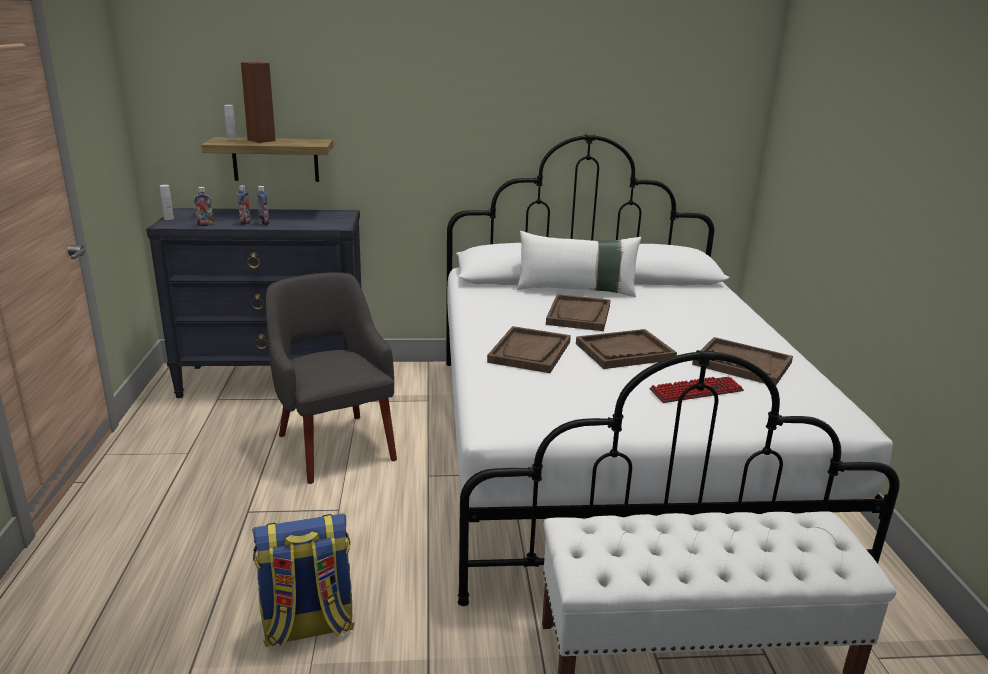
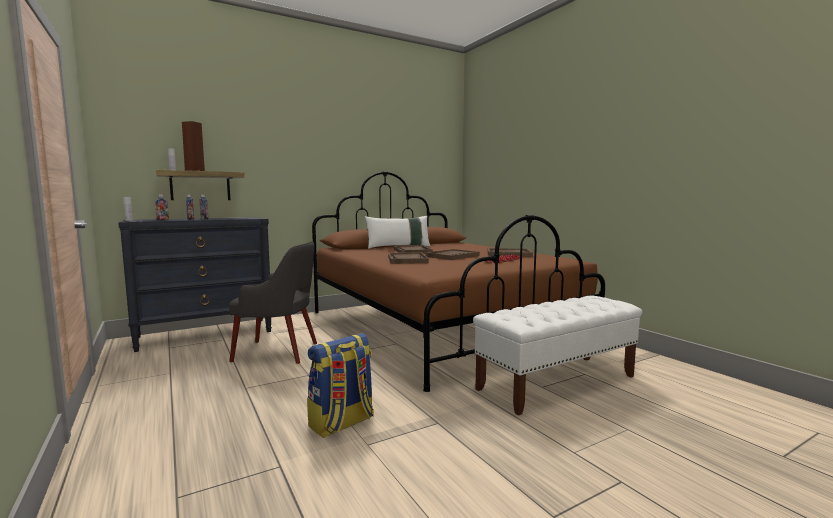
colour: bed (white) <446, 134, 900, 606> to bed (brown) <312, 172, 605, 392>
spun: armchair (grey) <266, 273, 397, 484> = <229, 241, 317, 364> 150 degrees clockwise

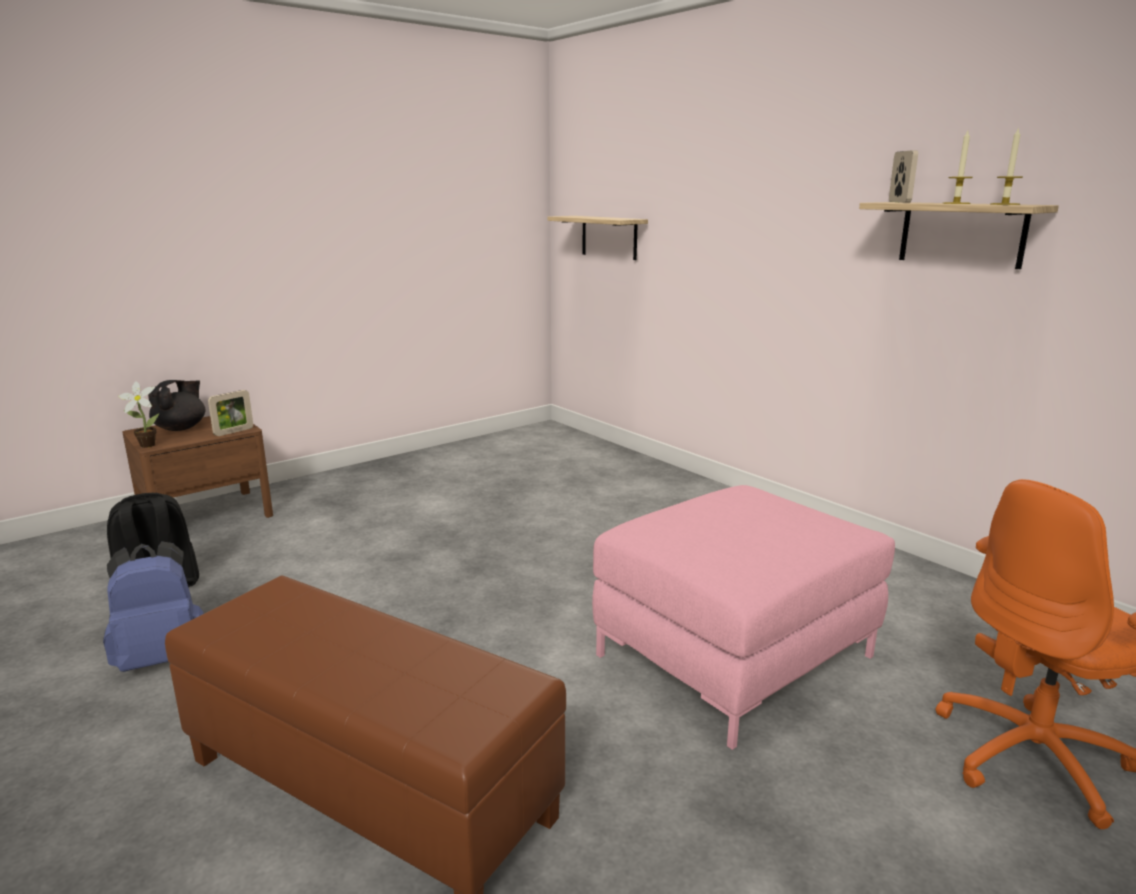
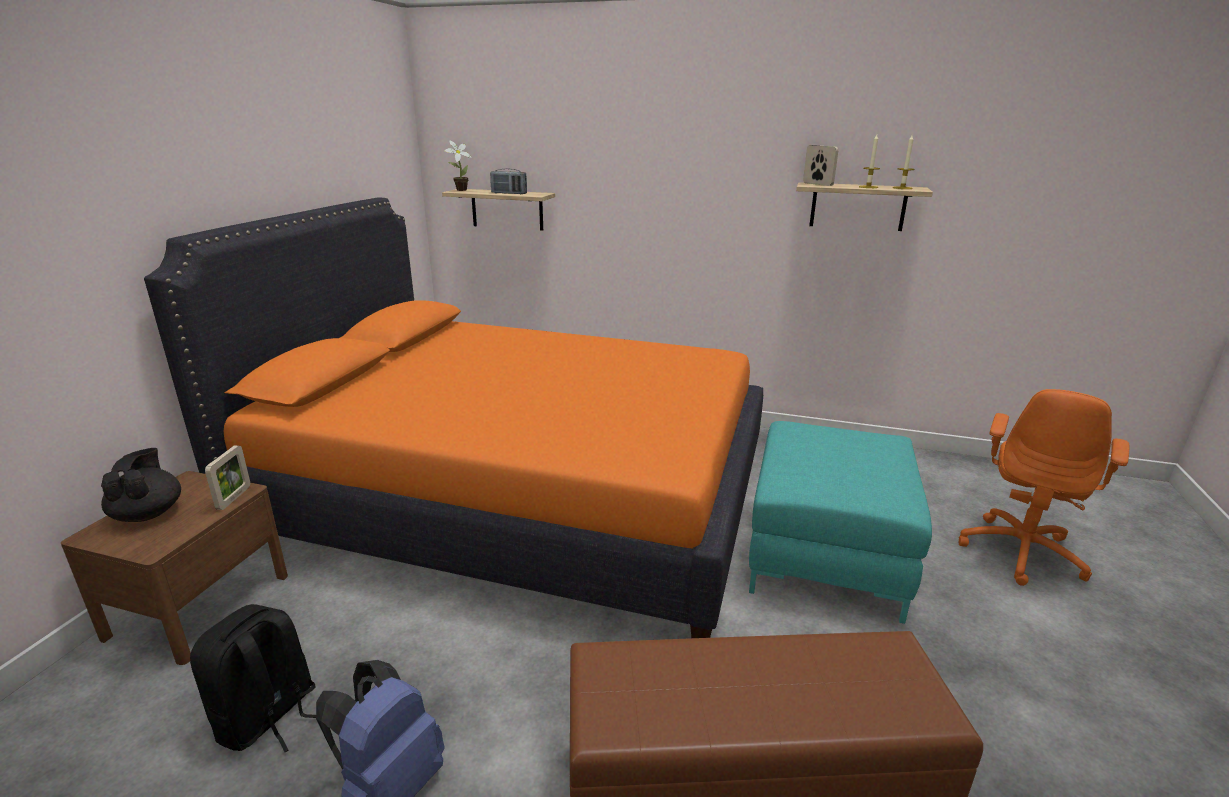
appeared: bed (orange) <144, 197, 763, 638>; radio <490, 169, 527, 194>
relocated: potted plant <118, 381, 160, 448> to <444, 141, 472, 191>
colour: ottoman (pink) <592, 485, 895, 750> to ottoman (turquoise) <749, 421, 932, 624>

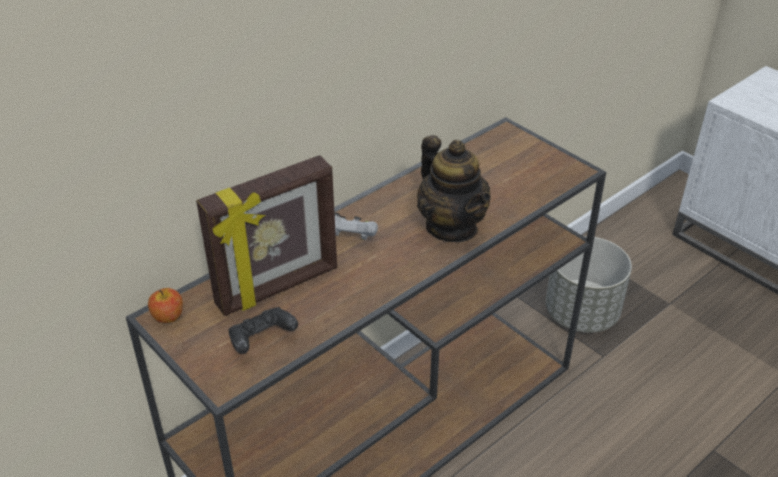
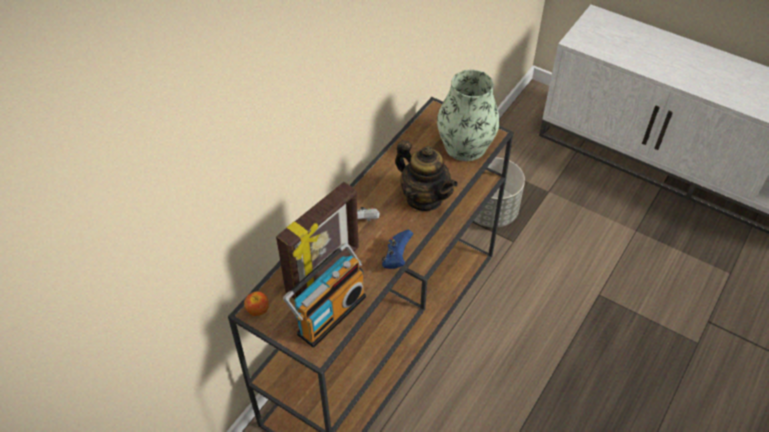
appeared: game controller (blue) <381, 230, 413, 269>; vase <437, 70, 500, 161>
exchanged: game controller (black) <228, 307, 298, 354> to radio <283, 243, 366, 348>

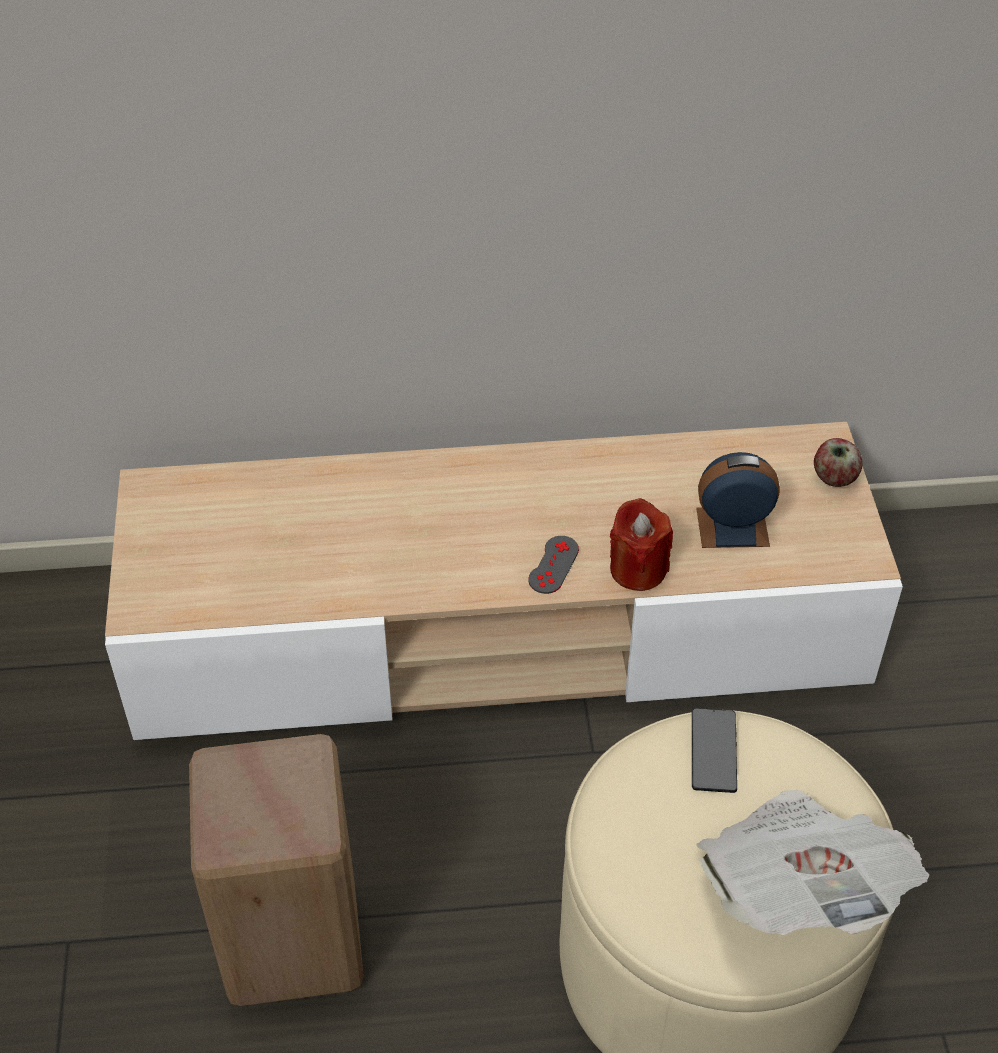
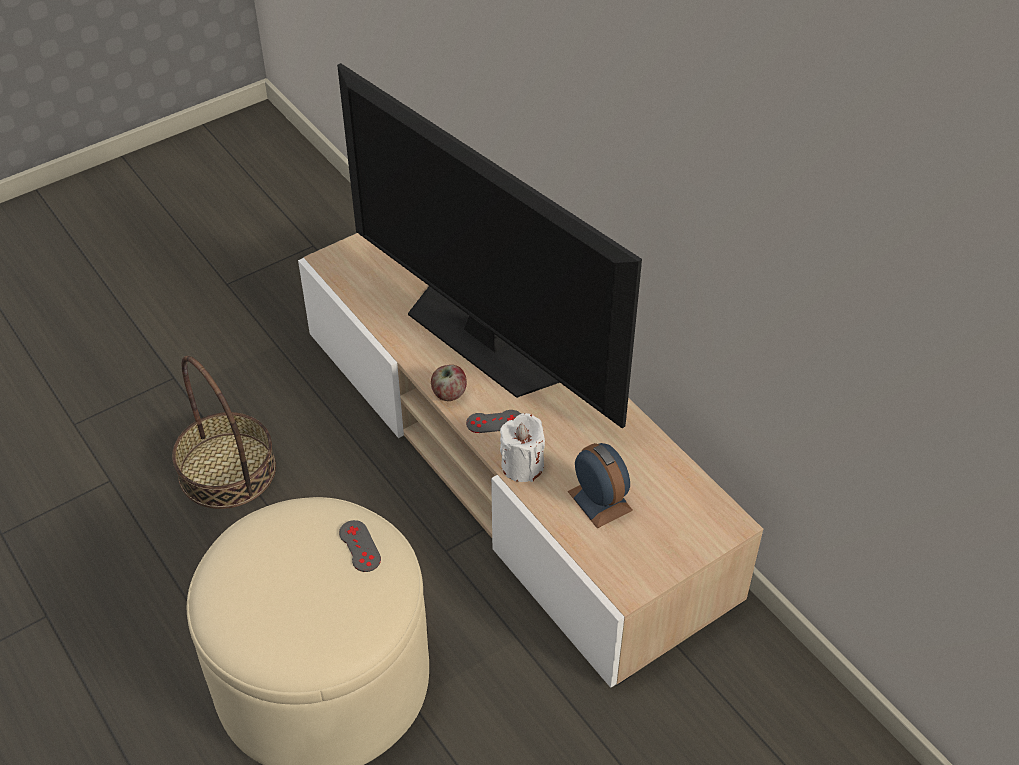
missing: newspaper <696, 790, 929, 935>
appeared: television <337, 63, 642, 429>
relocated: apple <814, 438, 862, 487> to <431, 365, 467, 401>
exchanged: stool (beige) <189, 734, 364, 1006> to basket <172, 356, 276, 509>; phone <692, 708, 737, 793> to game controller (grey) <339, 520, 381, 572>
colour: candle (red) <610, 498, 673, 591> to candle (white) <500, 413, 545, 482>

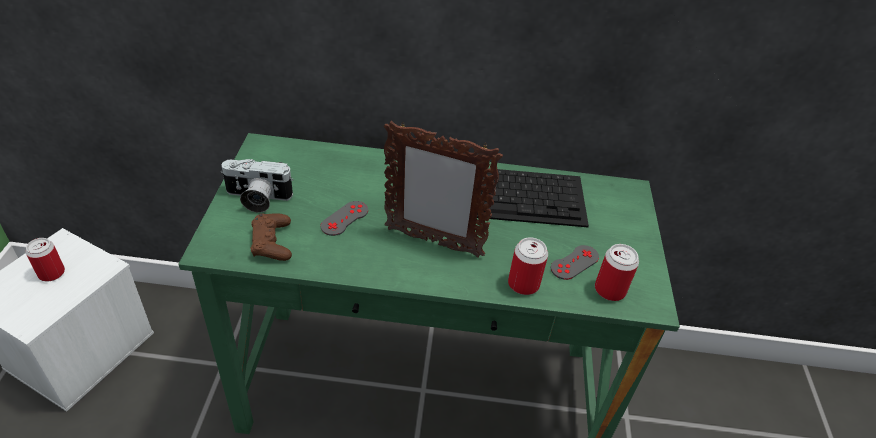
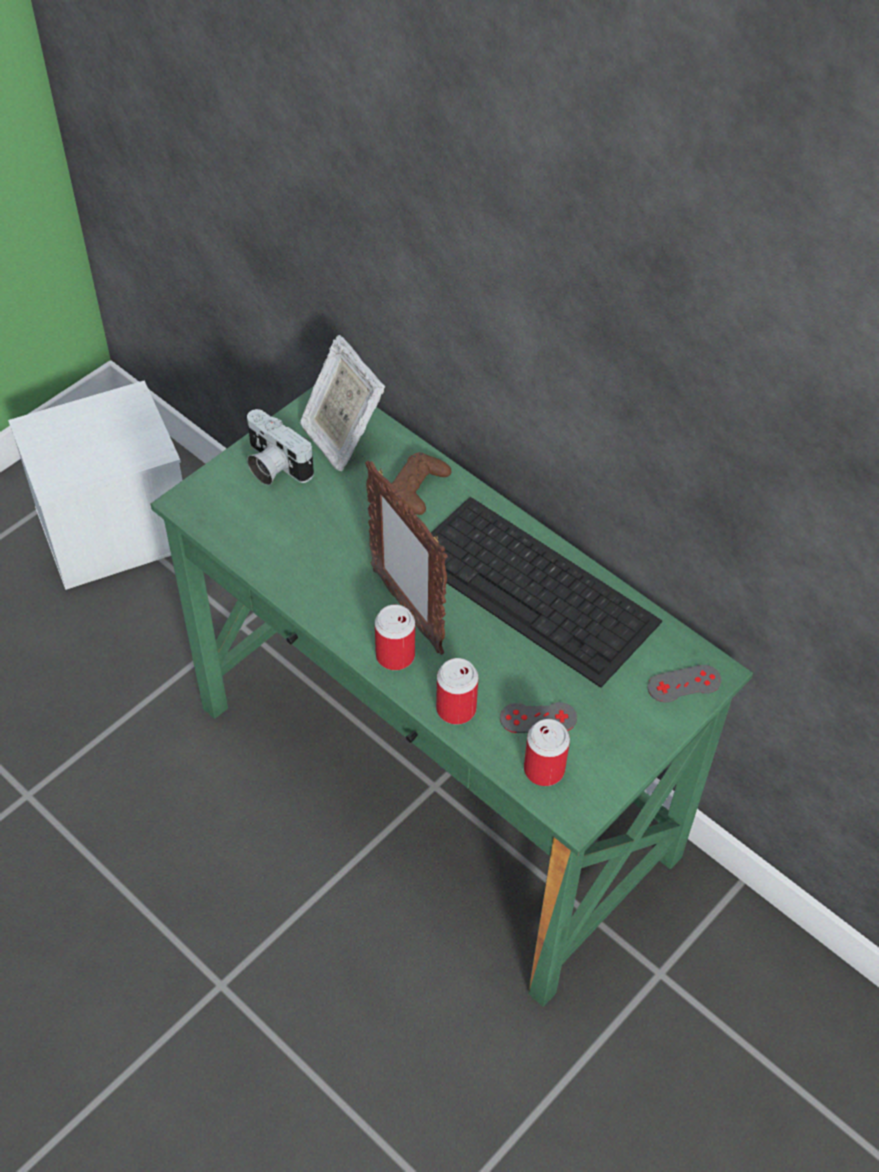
appeared: picture frame <299, 335, 385, 471>
relocated: can <25, 238, 65, 282> to <375, 604, 415, 670>; game controller (brown) <251, 213, 292, 261> to <391, 452, 452, 515>; game controller (grey) <320, 201, 368, 236> to <648, 665, 721, 703>

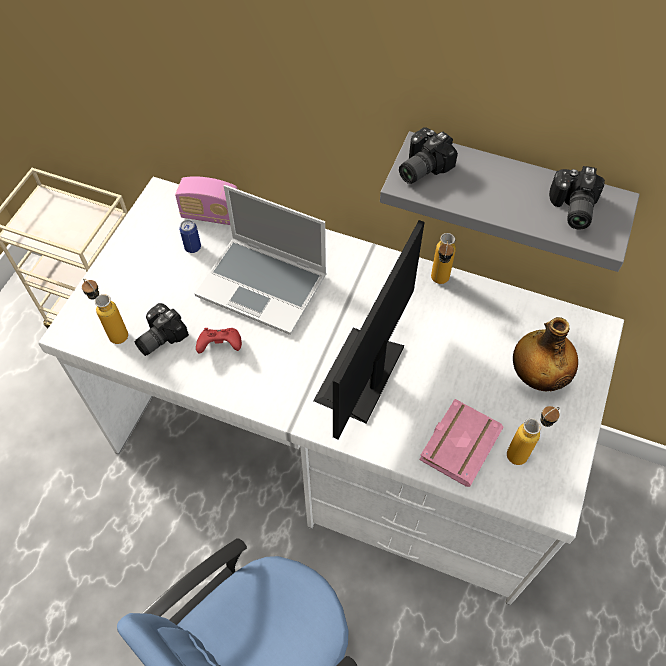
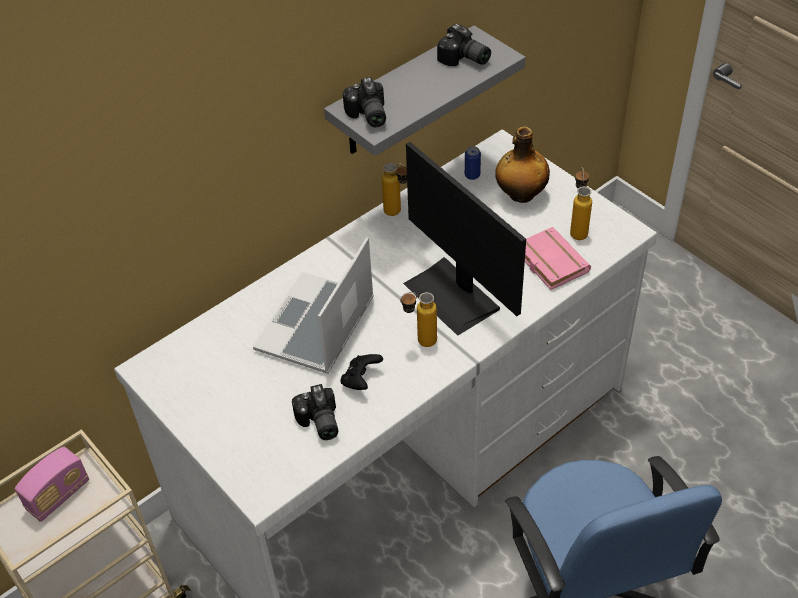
relocated: bottle <82, 278, 128, 344> to <400, 292, 437, 347>; radio <175, 176, 237, 225> to <15, 447, 89, 522>; can <179, 220, 201, 253> to <465, 146, 481, 180>
colour: game controller (red) <196, 328, 242, 354> to game controller (black) <340, 354, 383, 390>
spun: laptop <195, 185, 327, 335> = <253, 237, 374, 374> 150 degrees clockwise

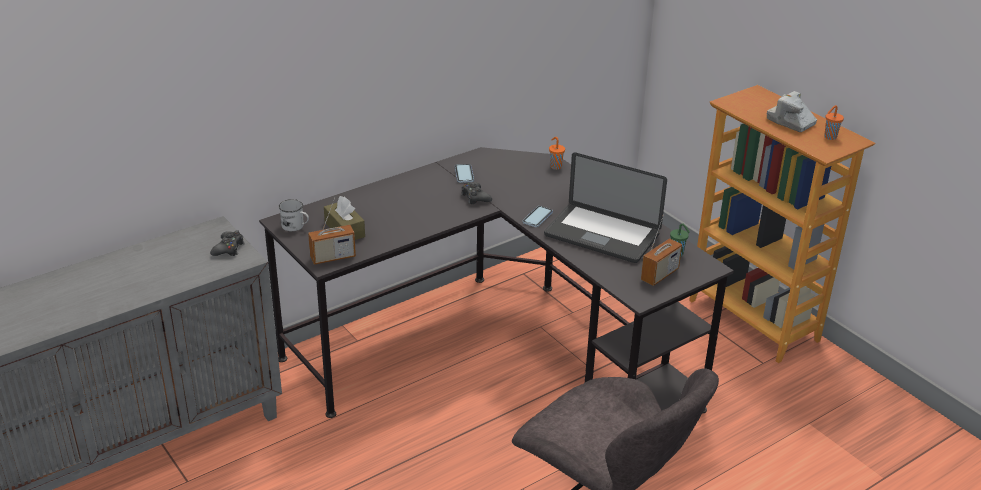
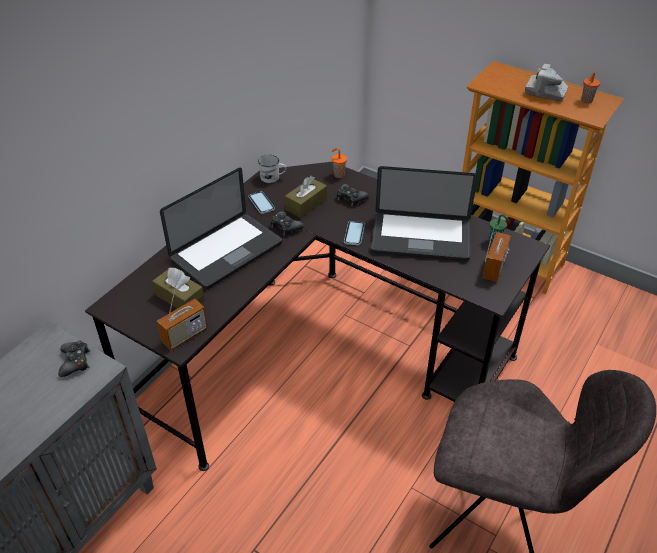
appeared: laptop <160, 168, 282, 289>; tissue box (brown) <285, 176, 327, 218>; game controller (black) <337, 184, 369, 206>
relocated: mug (white) <279, 199, 309, 231> to <258, 155, 286, 183>

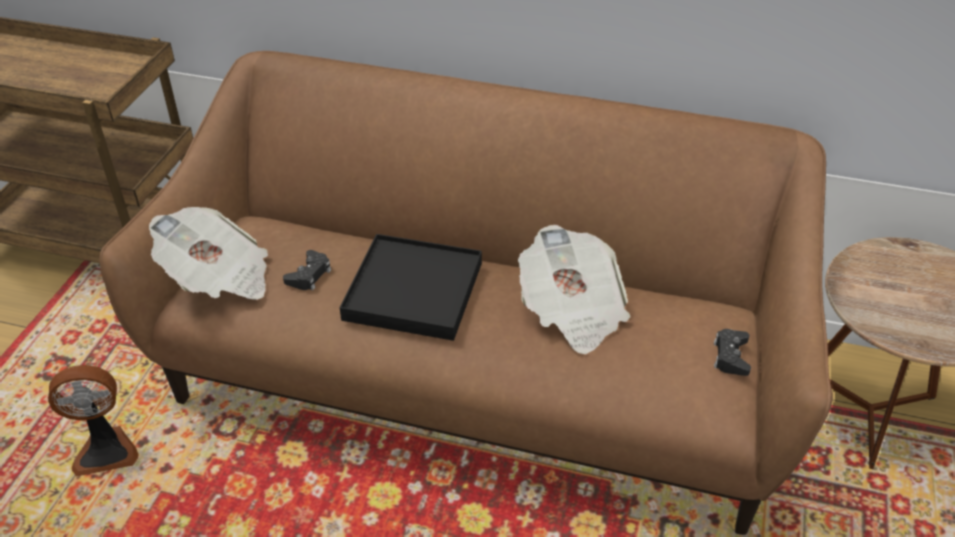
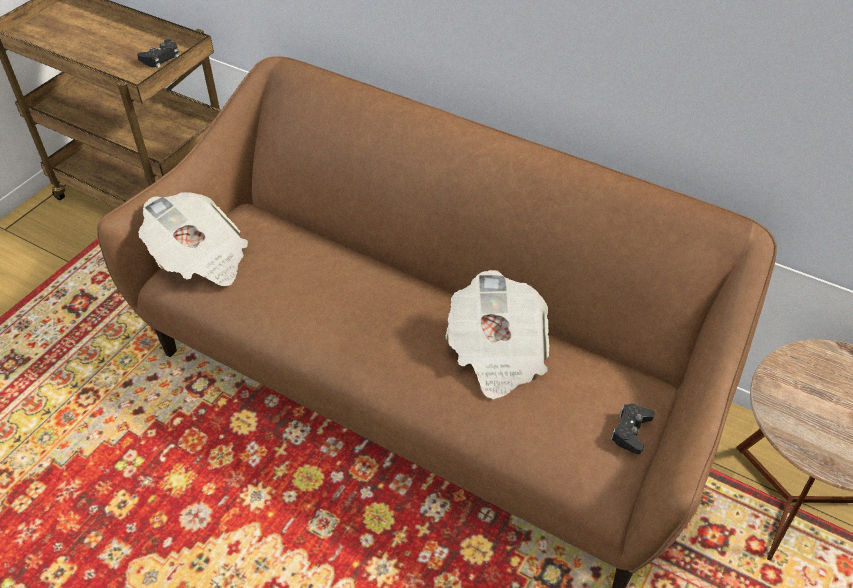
missing: fan <48, 365, 138, 476>; tray (black) <340, 234, 482, 341>
relocated: game controller (black) <283, 250, 331, 290> to <137, 39, 179, 68>

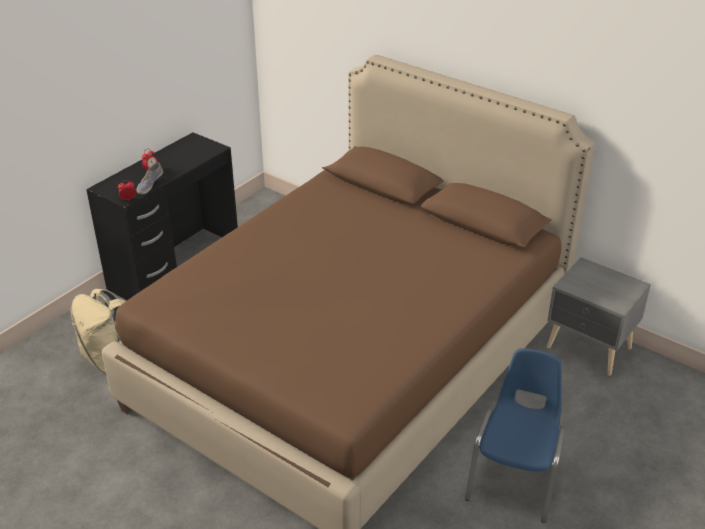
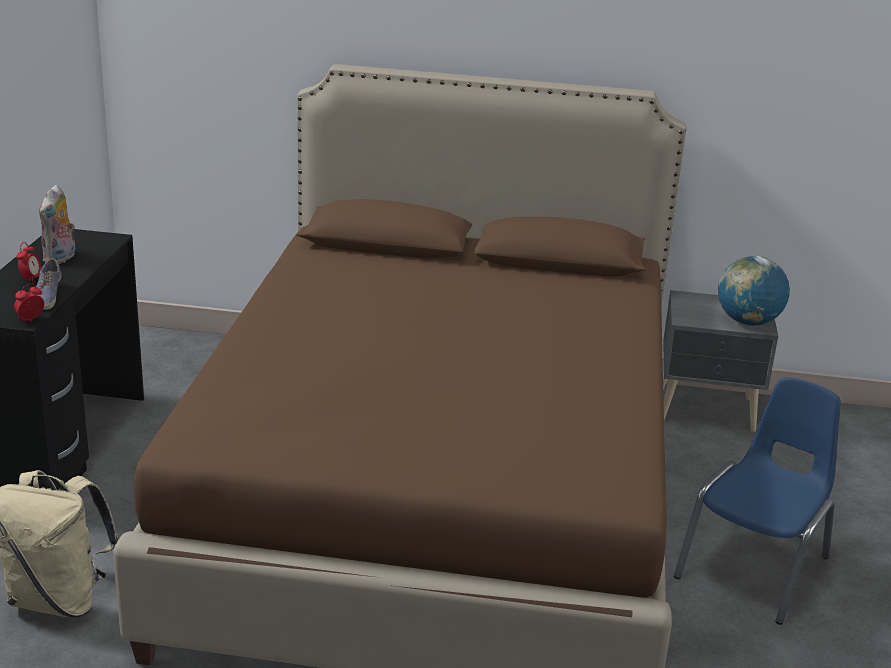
appeared: plush toy <39, 185, 75, 264>; globe <718, 256, 790, 326>
spun: chair (blue) <465, 349, 565, 523> = <674, 377, 841, 625> 45 degrees clockwise

